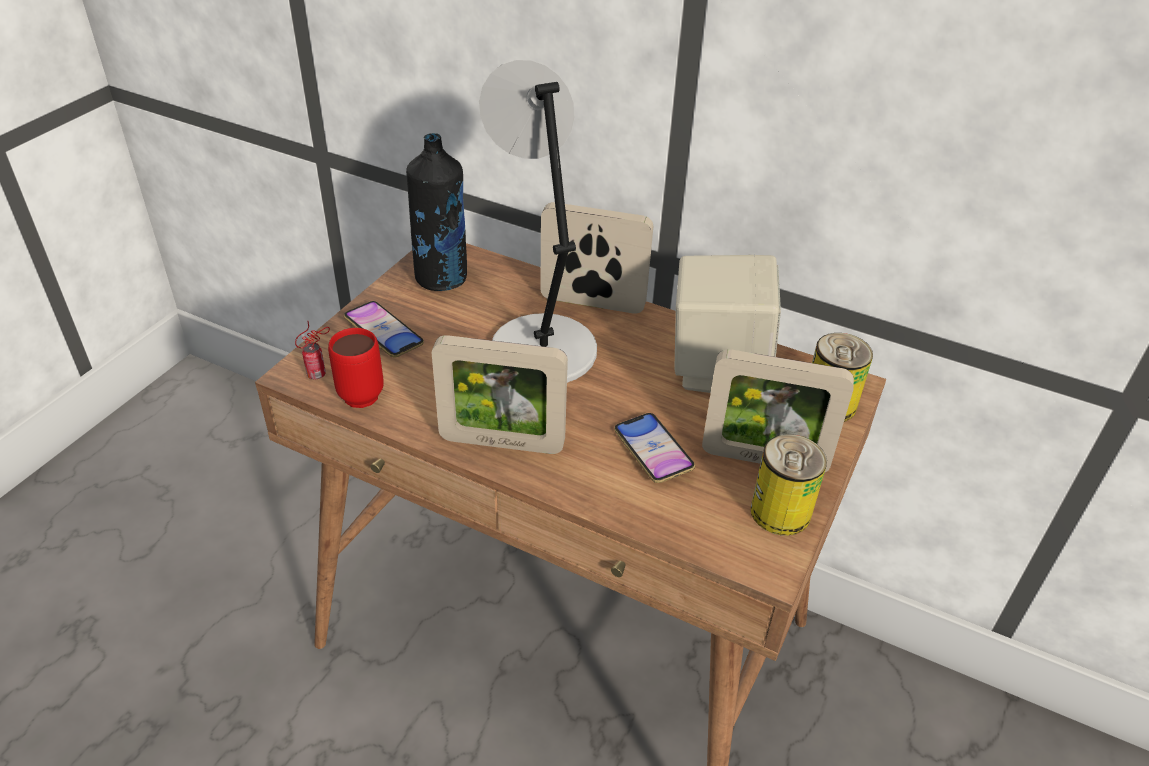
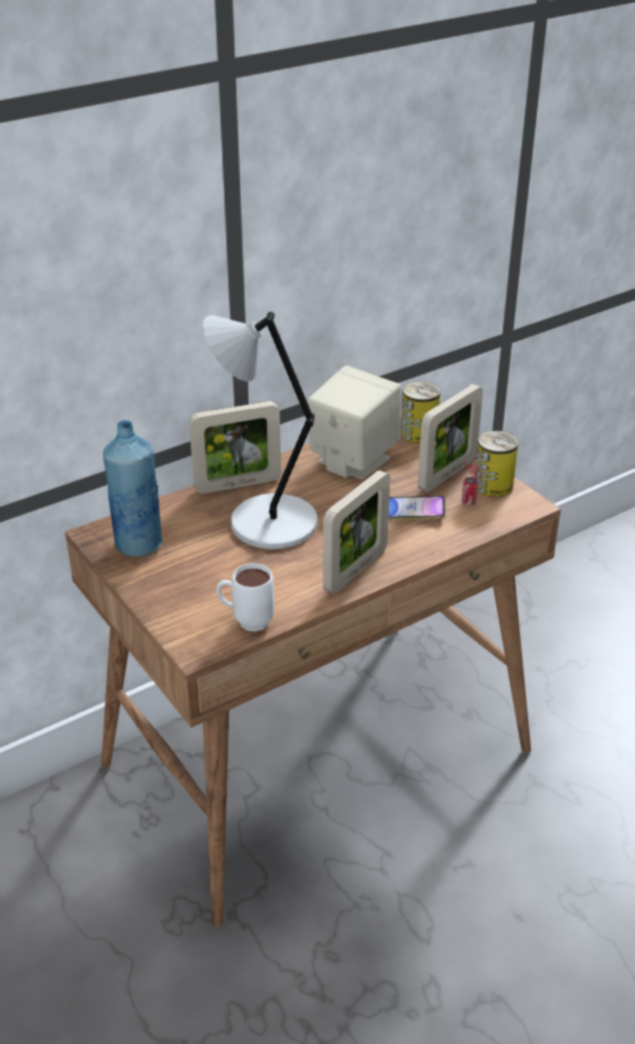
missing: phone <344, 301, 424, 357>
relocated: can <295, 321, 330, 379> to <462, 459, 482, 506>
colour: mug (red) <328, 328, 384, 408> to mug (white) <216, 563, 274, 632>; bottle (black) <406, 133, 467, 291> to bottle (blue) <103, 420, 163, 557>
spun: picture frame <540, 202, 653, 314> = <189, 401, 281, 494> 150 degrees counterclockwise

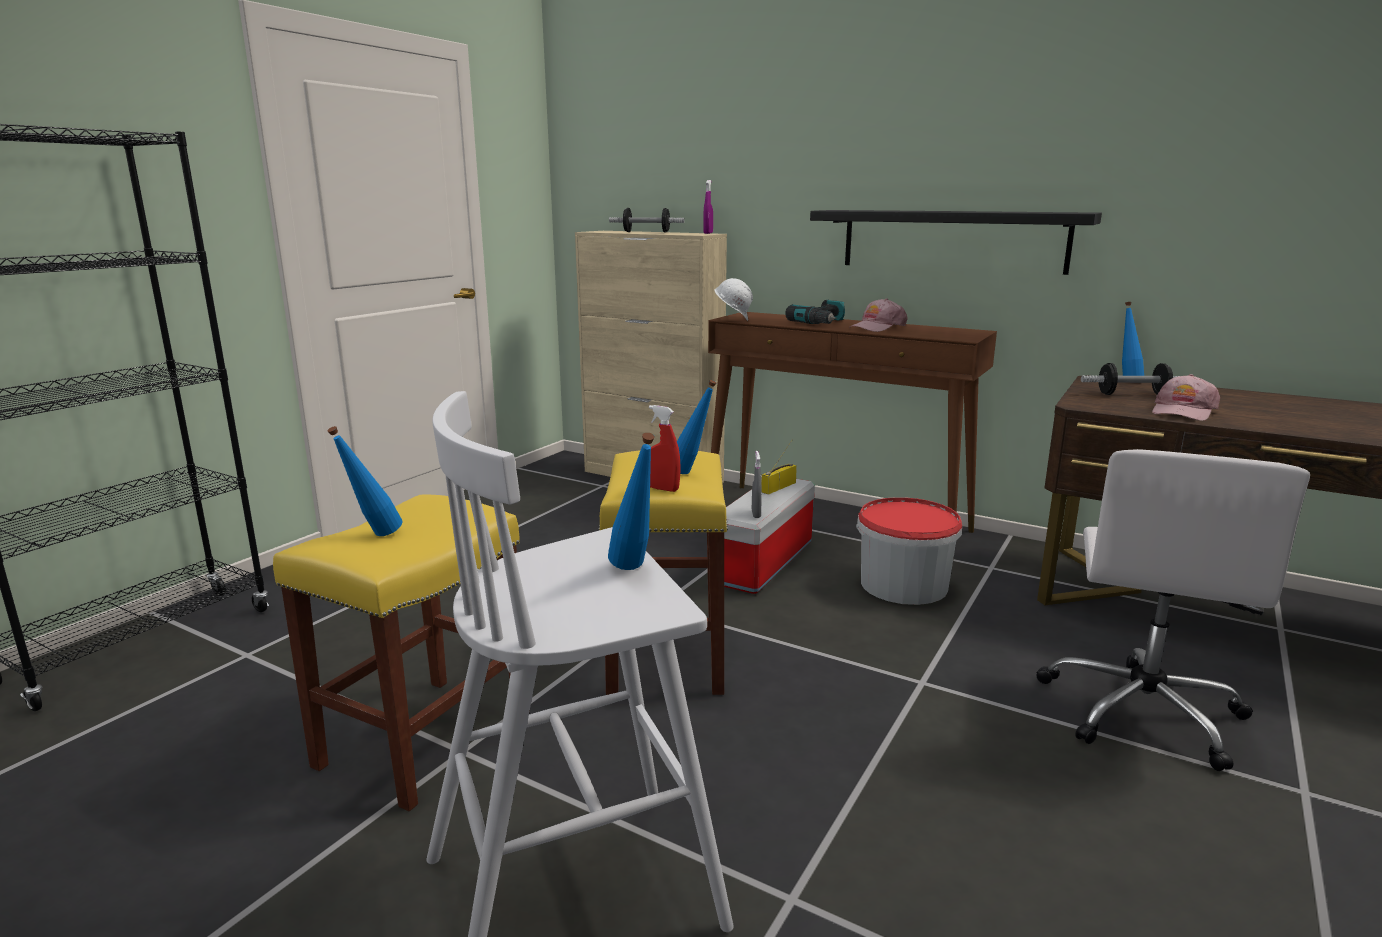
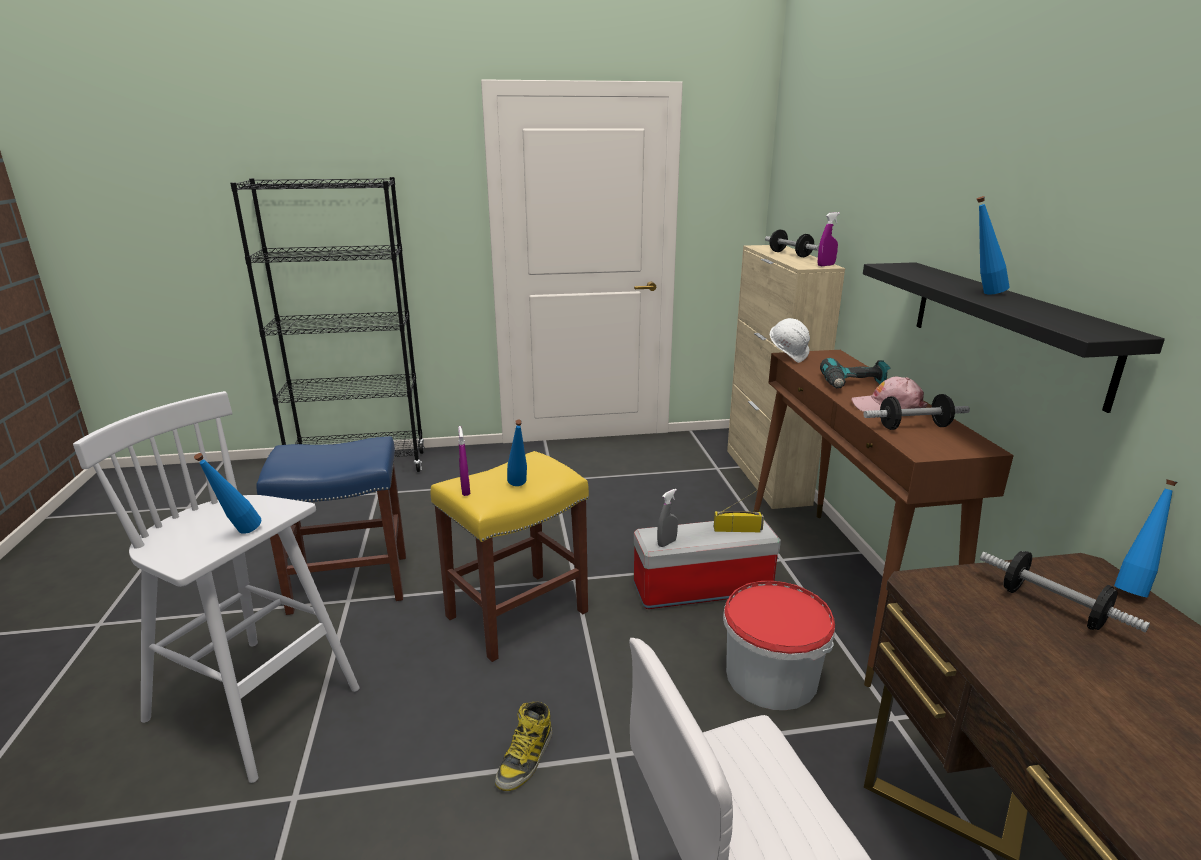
missing: cap (pink) <1152, 374, 1220, 421>
appeared: boot <495, 701, 552, 791>; dumbbell <863, 394, 970, 430>
relocated: bottle (blue) <327, 426, 403, 536> to <977, 196, 1010, 294>
colour: stool (yellow) <273, 495, 530, 812> to stool (blue) <257, 436, 406, 615>; spray bottle (red) <649, 405, 681, 492> to spray bottle (purple) <458, 426, 470, 496>

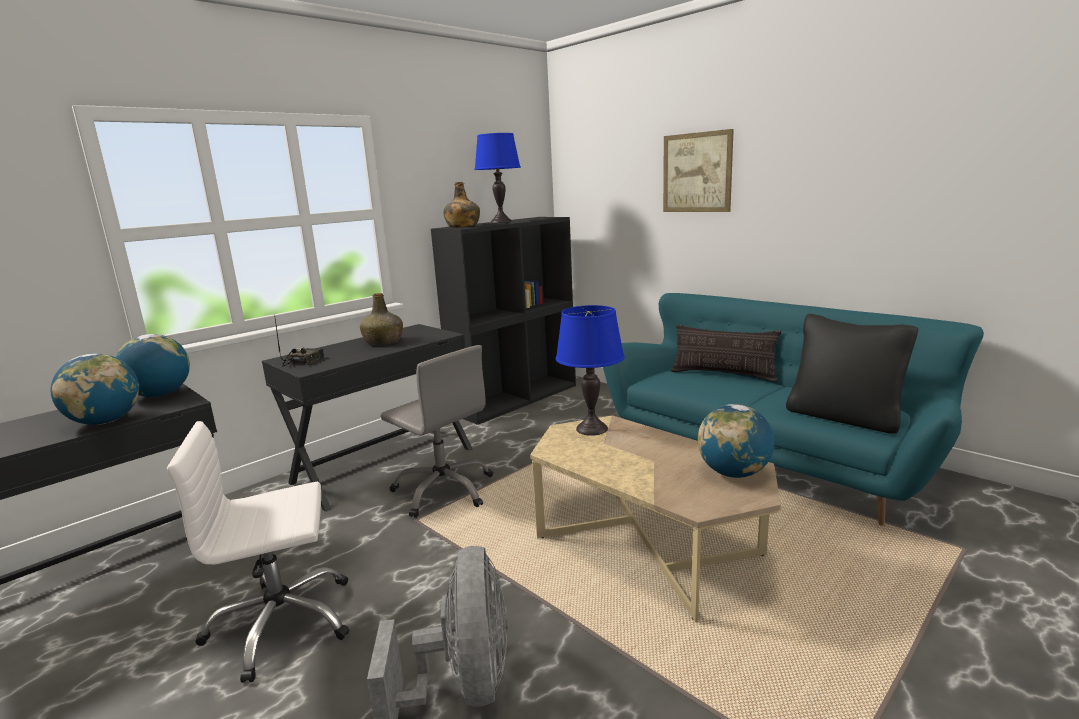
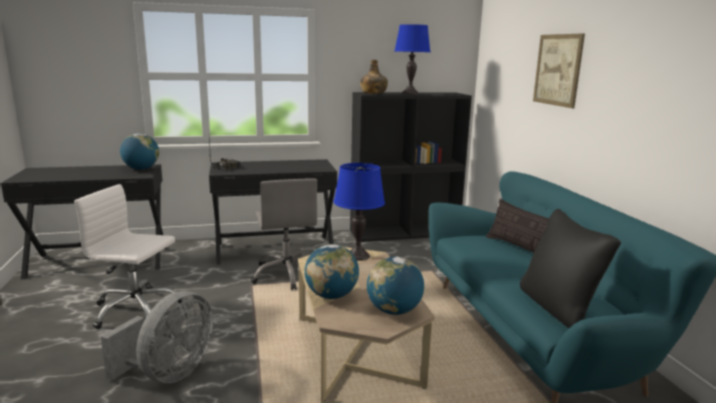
missing: bottle (green) <360, 293, 403, 345>
relocated: globe <51, 354, 139, 425> to <305, 244, 359, 299>

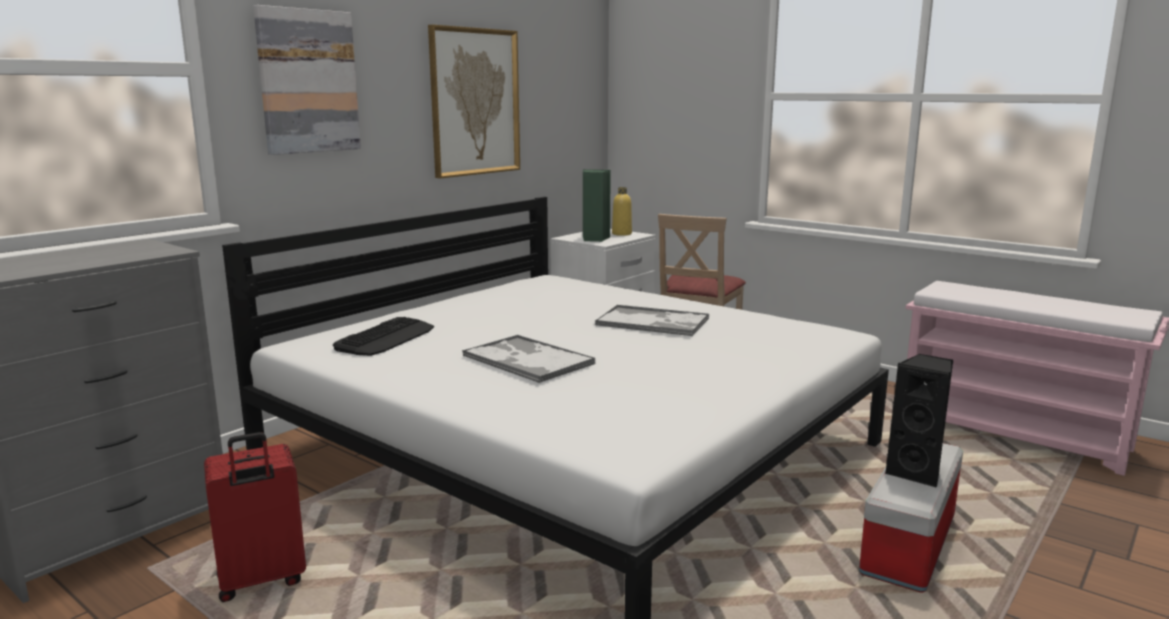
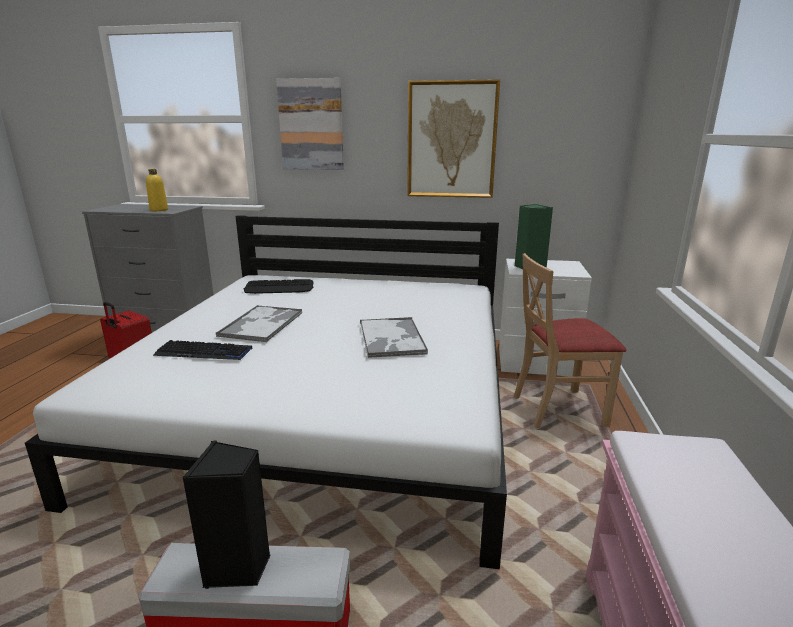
appeared: keyboard <153, 340, 252, 360>
relocated: bottle (yellow) <612, 187, 632, 236> to <146, 169, 168, 211>

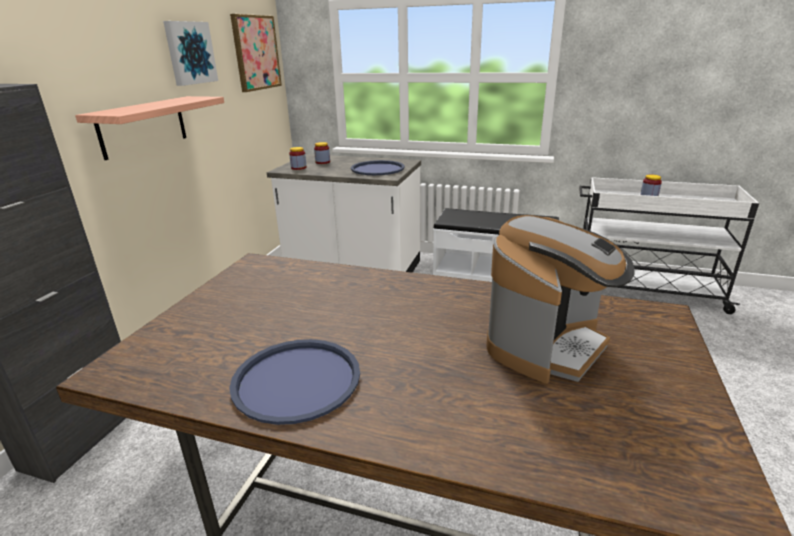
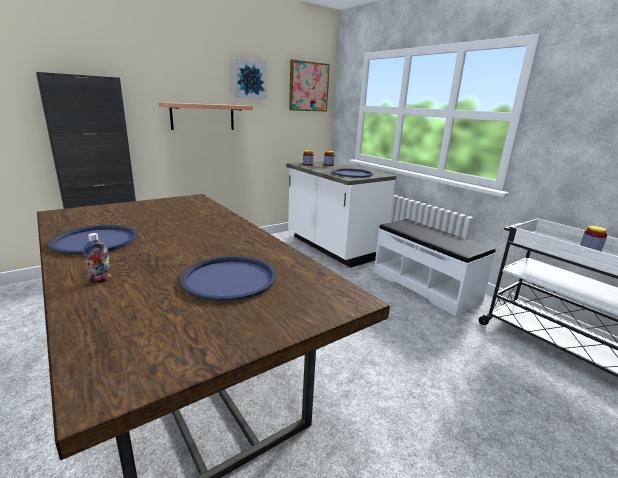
appeared: bottle <83, 233, 112, 284>
exchanged: coffee machine <486, 215, 635, 384> to tray (blue) <180, 256, 277, 301>

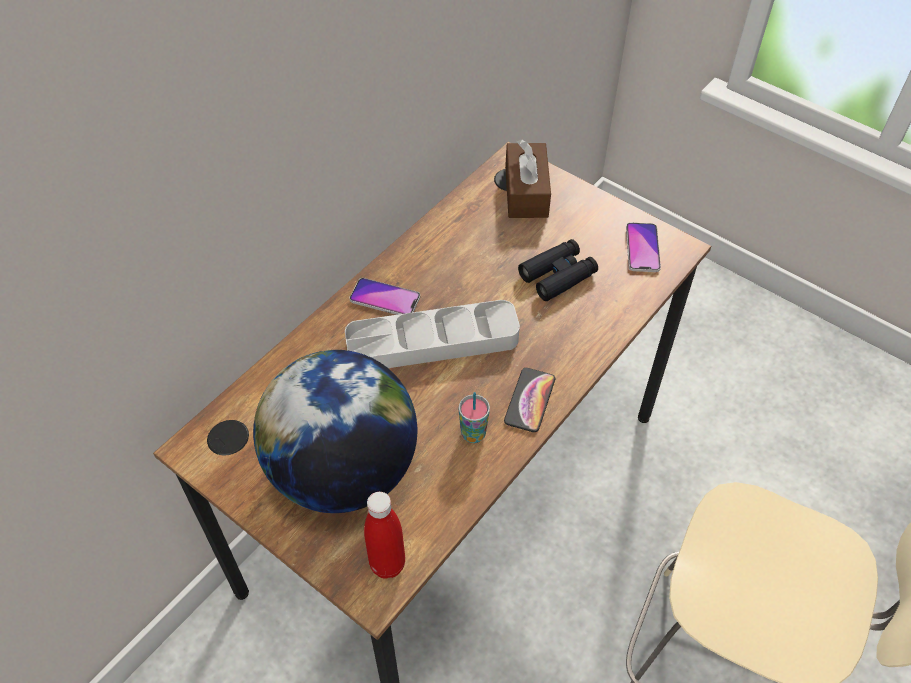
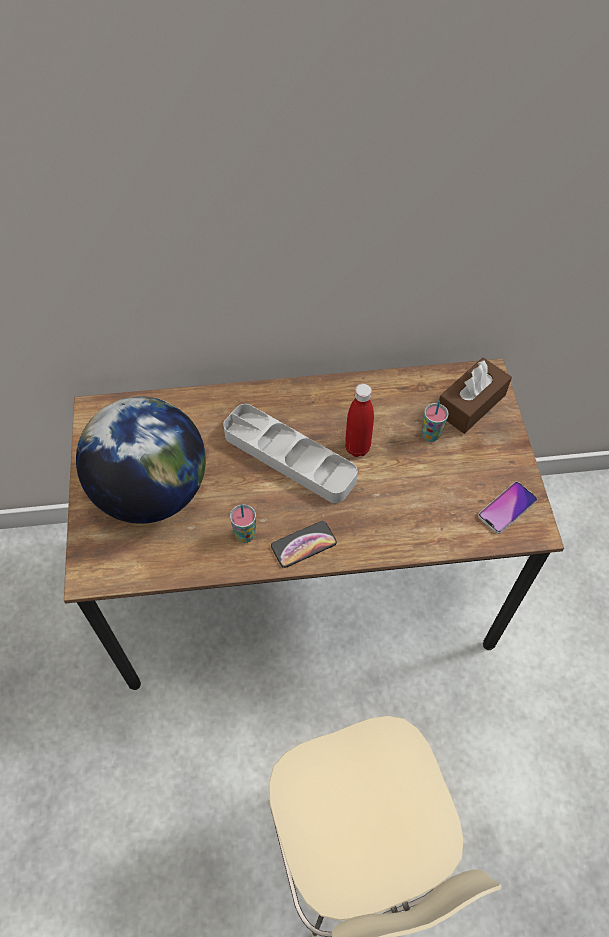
missing: phone <349, 278, 420, 315>; binoculars (black) <518, 239, 598, 301>
appeared: cup <422, 400, 449, 442>
relocated: bottle (red) <364, 492, 405, 579> to <345, 384, 374, 457>

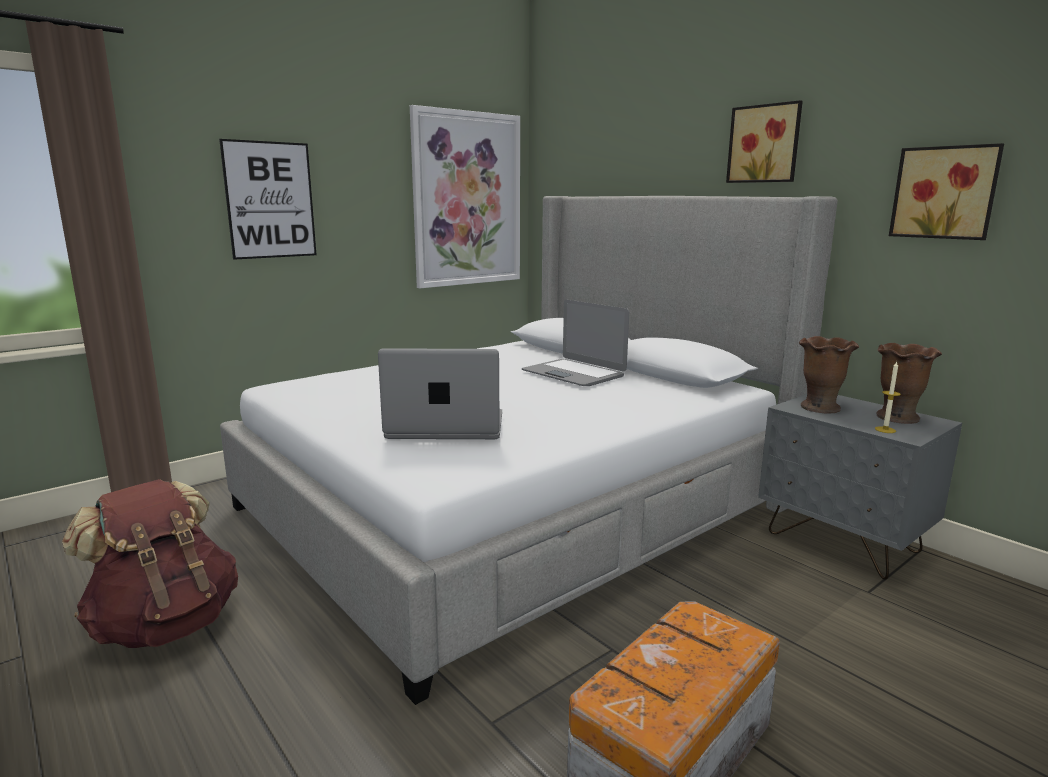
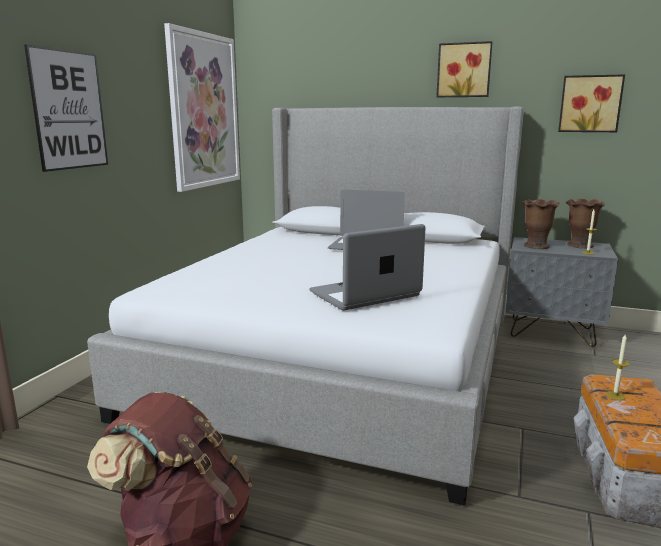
appeared: candle <606, 333, 629, 400>

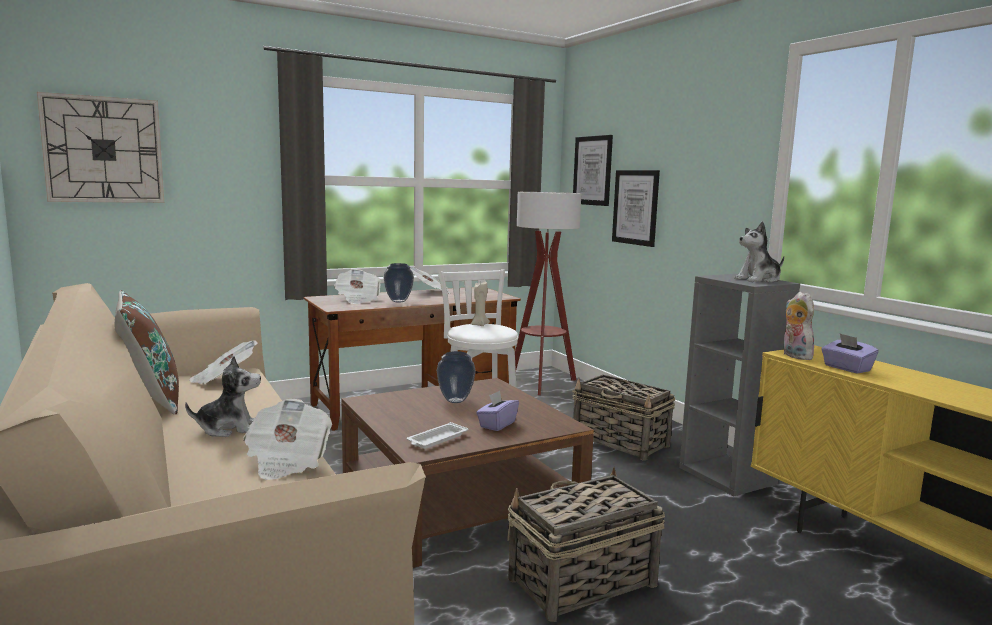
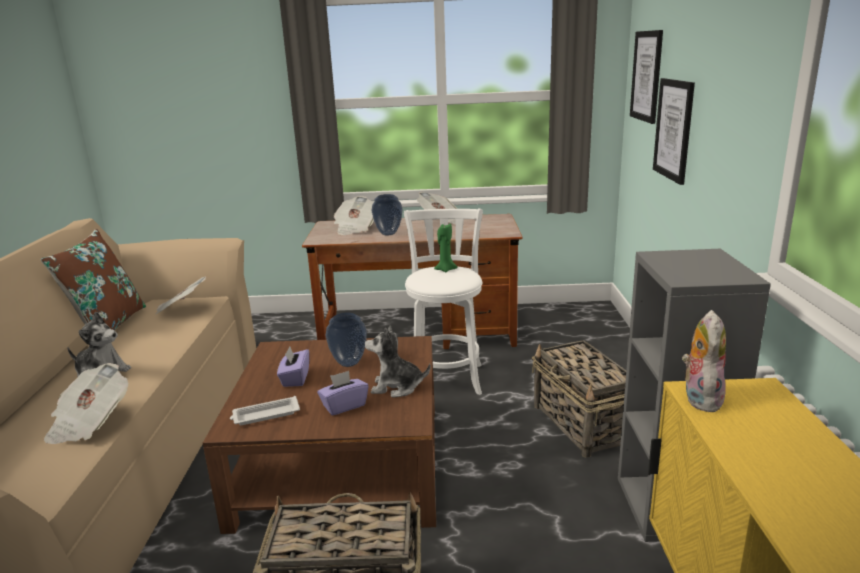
missing: wall clock <37, 92, 164, 203>; floor lamp <515, 192, 581, 395>
relocated: plush toy <734, 221, 784, 283> to <365, 326, 431, 398>; tissue box (purple) <821, 333, 879, 374> to <277, 346, 309, 387>
colour: candle (beige) <471, 281, 490, 326> to candle (green) <434, 224, 458, 272>

